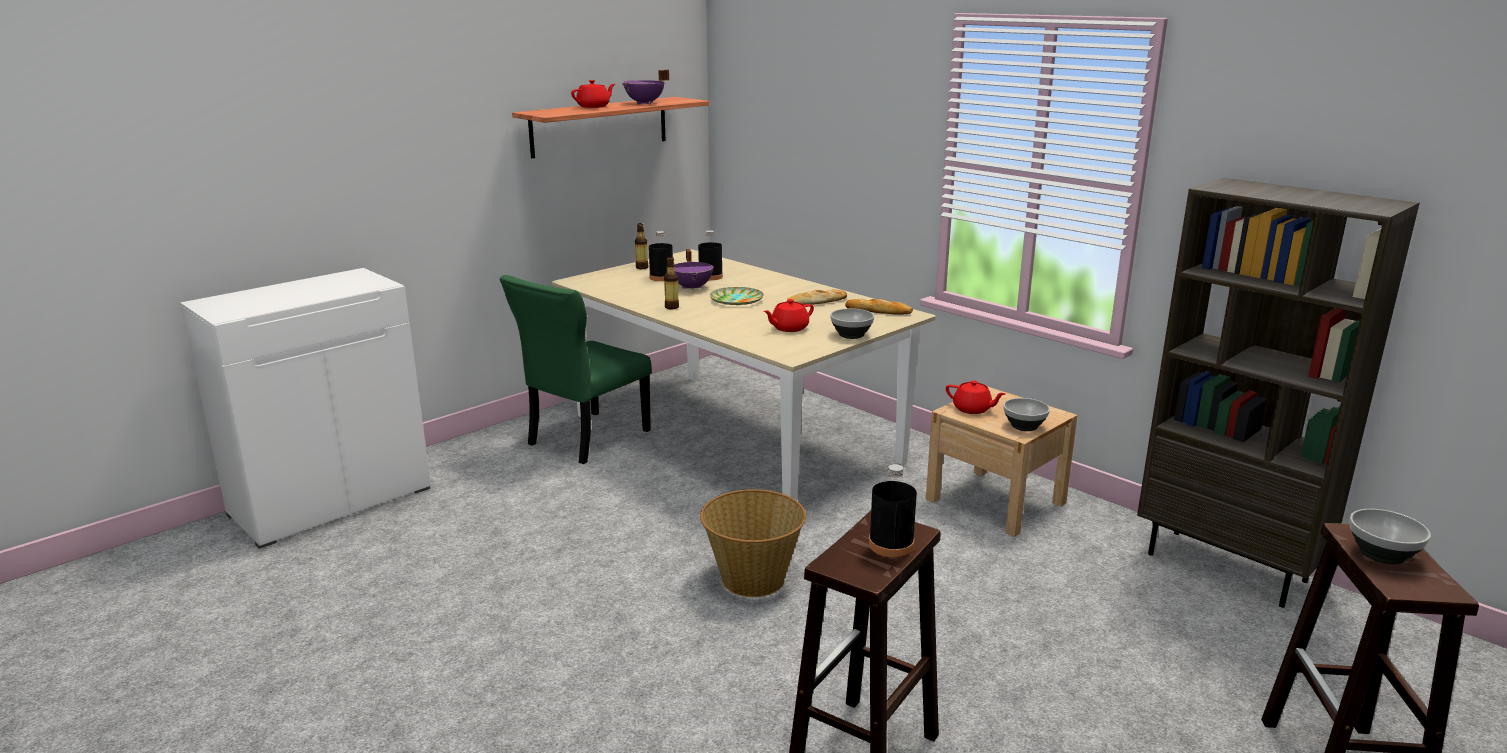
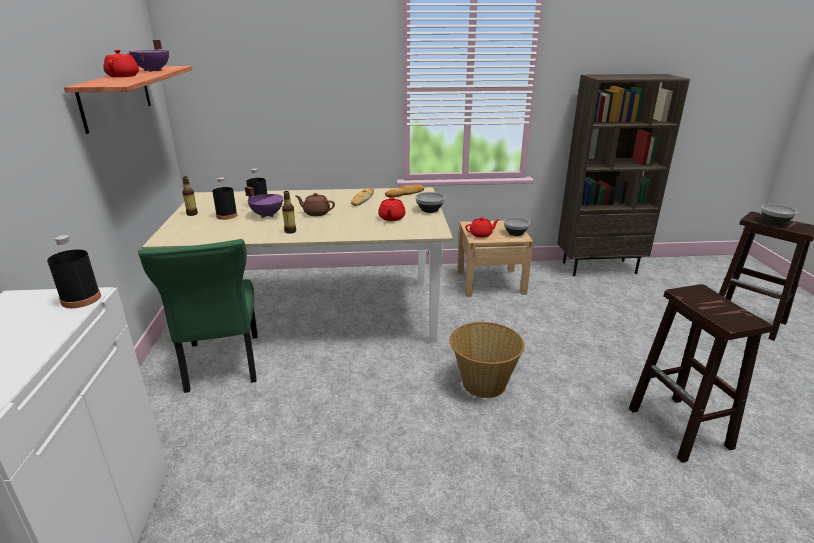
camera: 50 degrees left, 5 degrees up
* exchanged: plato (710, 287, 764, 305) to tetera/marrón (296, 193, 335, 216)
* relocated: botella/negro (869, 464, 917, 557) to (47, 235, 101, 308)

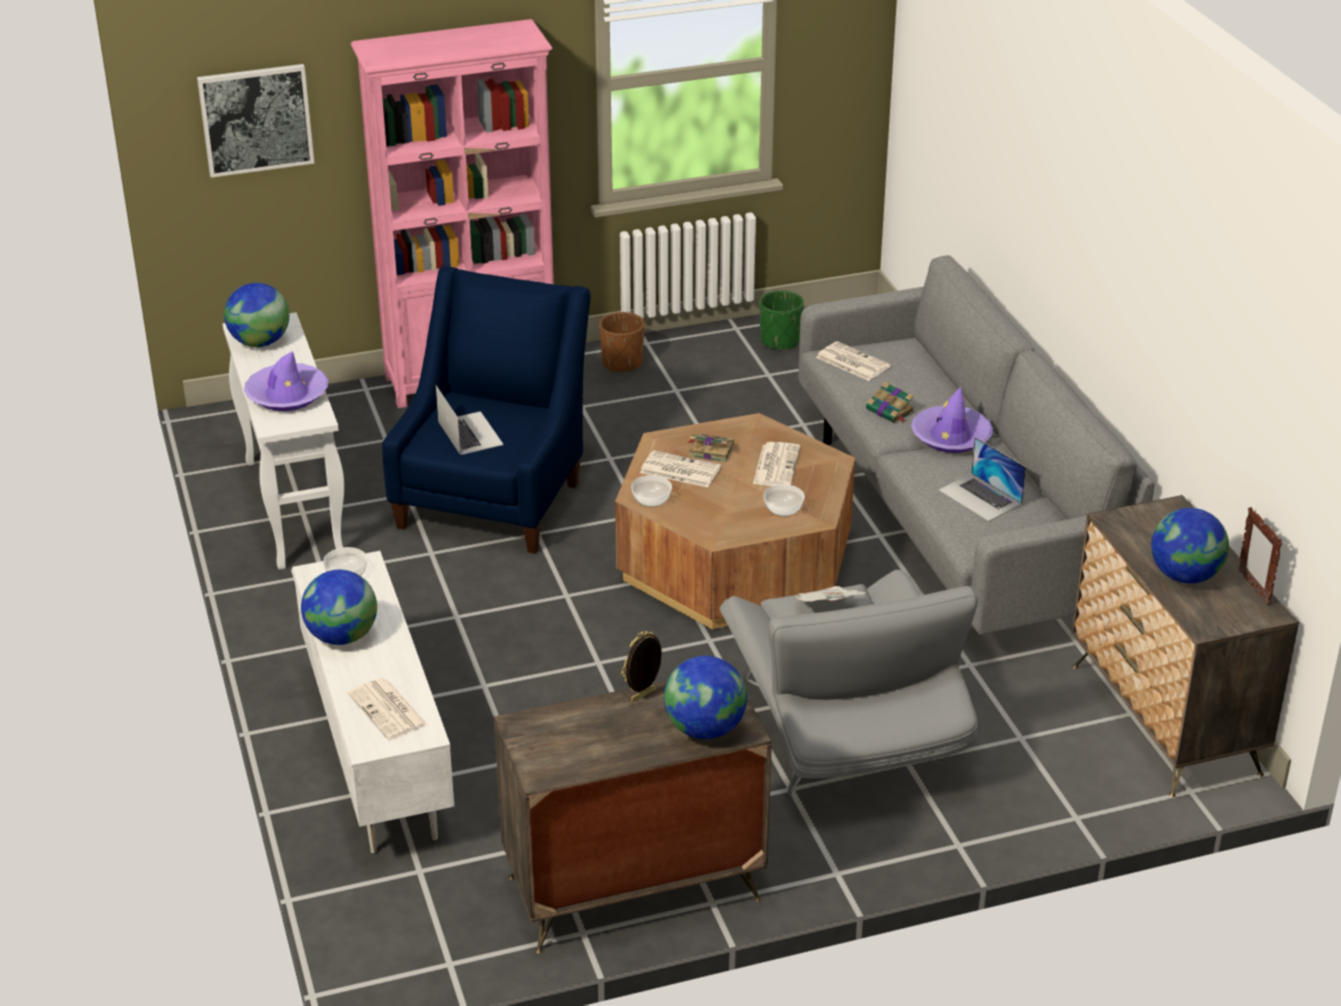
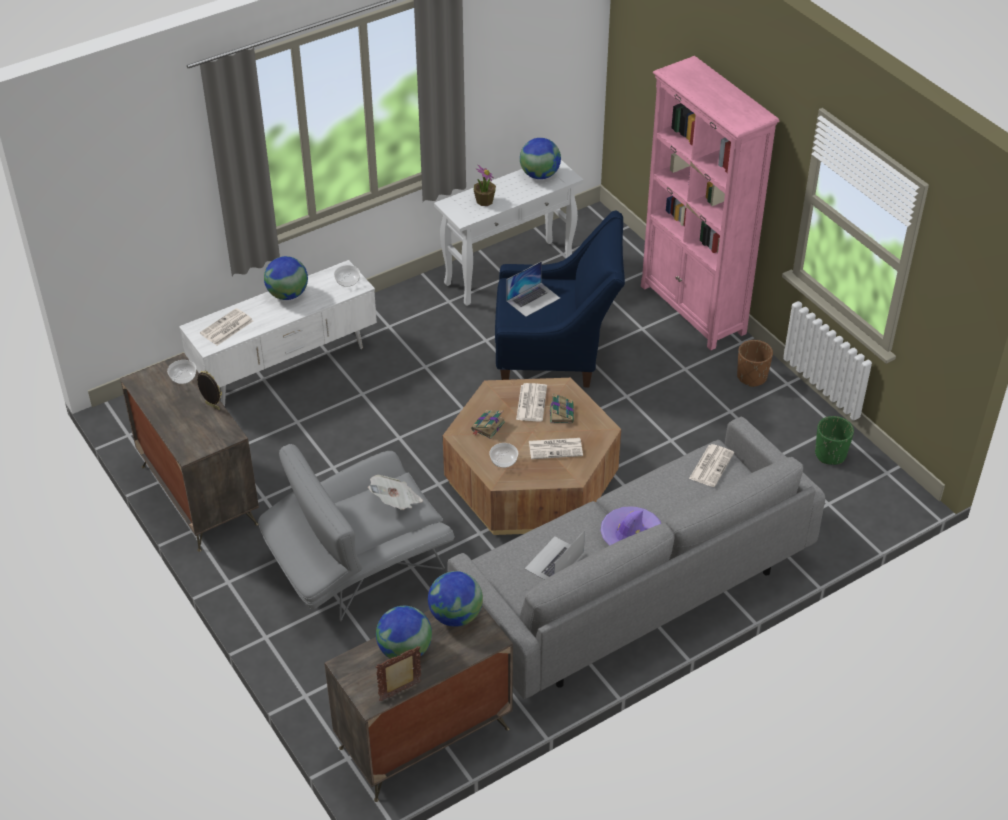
camera: 75 degrees right, 10 degrees up
* missing: cuadro (197, 64, 314, 178)
* exchanged: sombrero/morado (244, 351, 328, 411) to planta en maceta (474, 165, 496, 206)
* relocated: cuenco (631, 475, 672, 507) to (167, 360, 196, 384)
* relocated: globo terráqueo (664, 656, 747, 739) to (428, 571, 483, 627)
* relocated: libro (866, 382, 914, 423) to (471, 410, 505, 439)

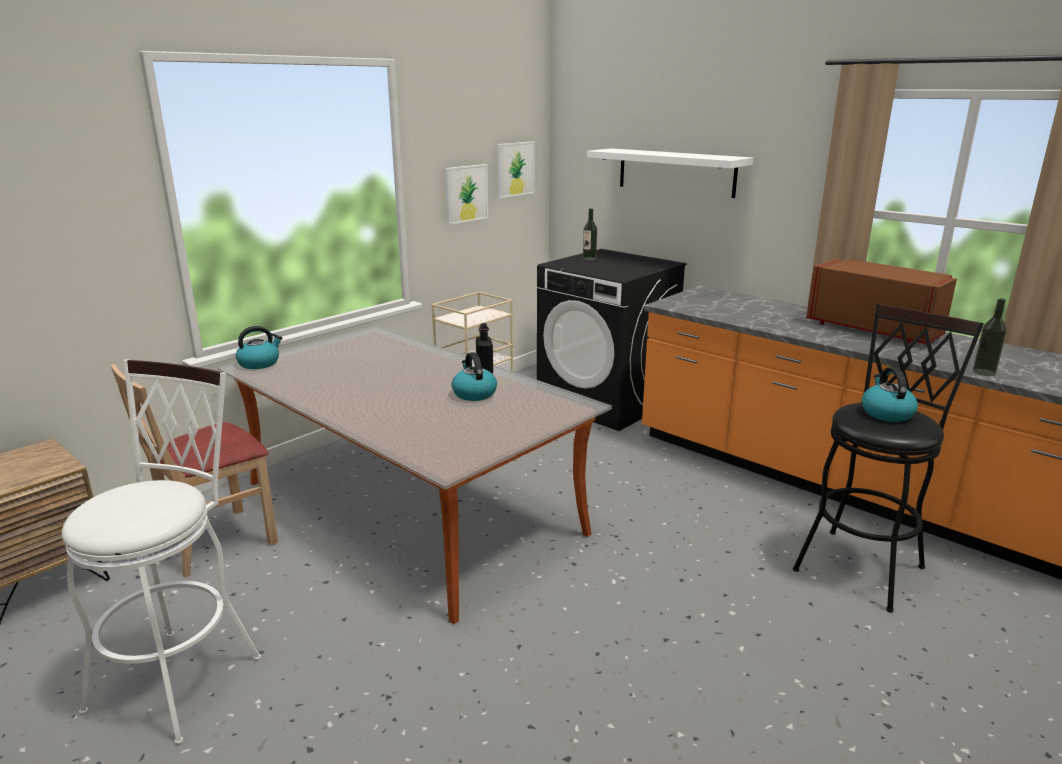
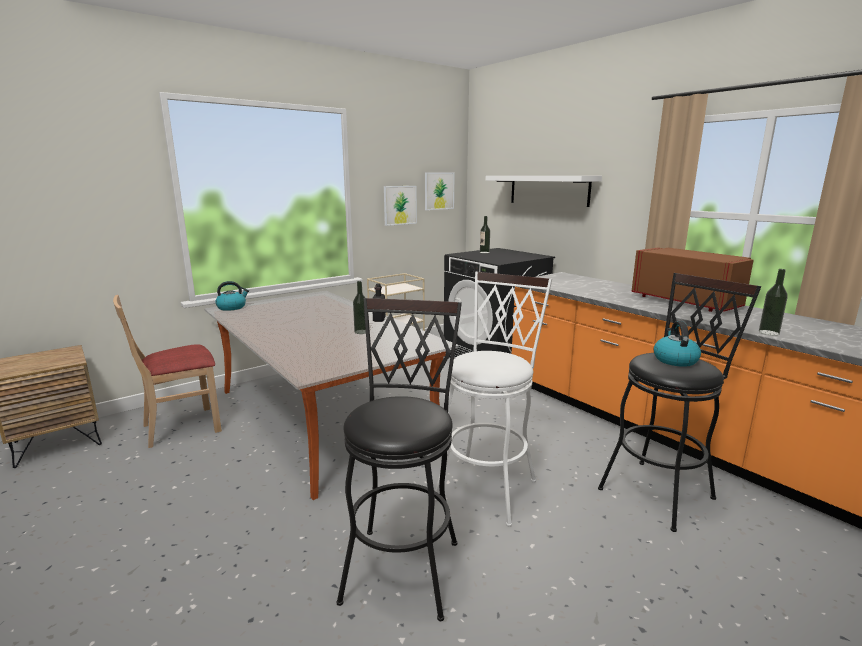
camera: 10 degrees right, 5 degrees down
* relocated: taburete/blanco (62, 360, 261, 745) to (434, 272, 552, 527)
* exchanged: hervidor (452, 352, 497, 401) to botella (353, 281, 366, 334)
* appeared: taburete/negro (337, 298, 462, 621)

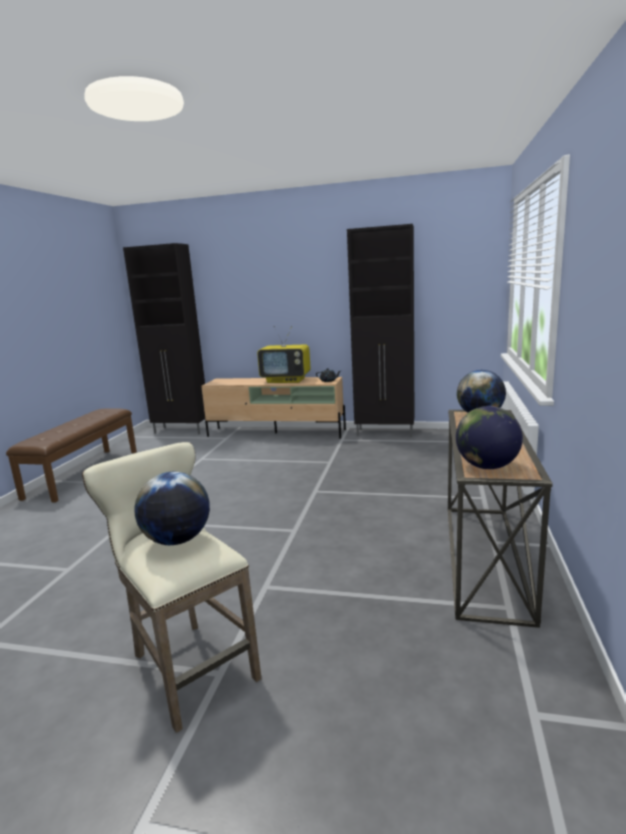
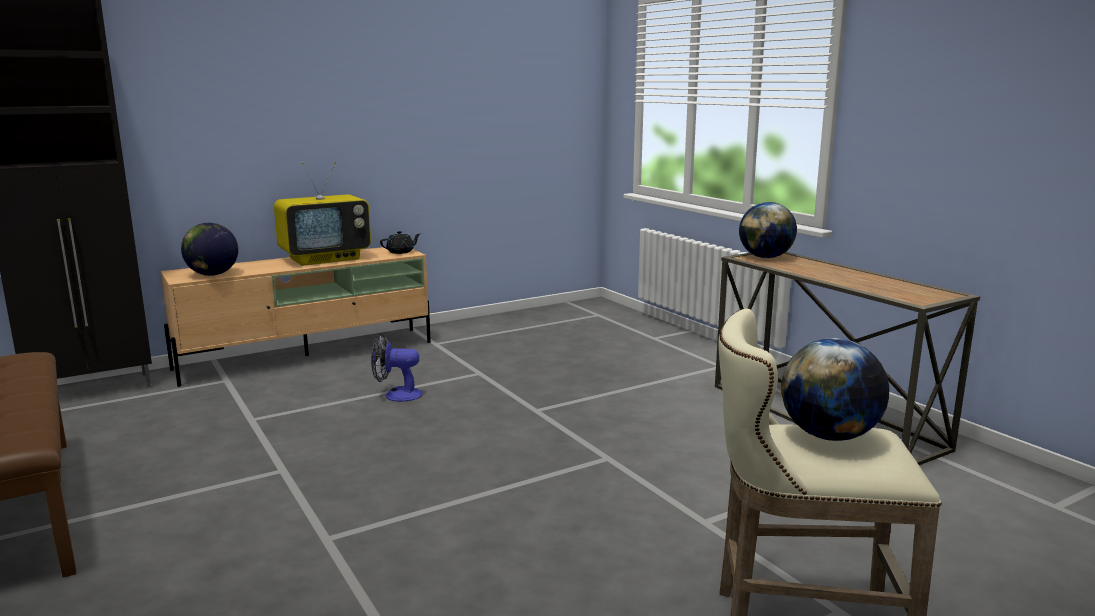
camera: 45 degrees left, 0 degrees up
* missing: armario/negro (347, 224, 414, 437)
* relocated: globo terráqueo (456, 406, 523, 469) to (181, 223, 238, 276)
* appeared: ventilador (371, 333, 423, 402)

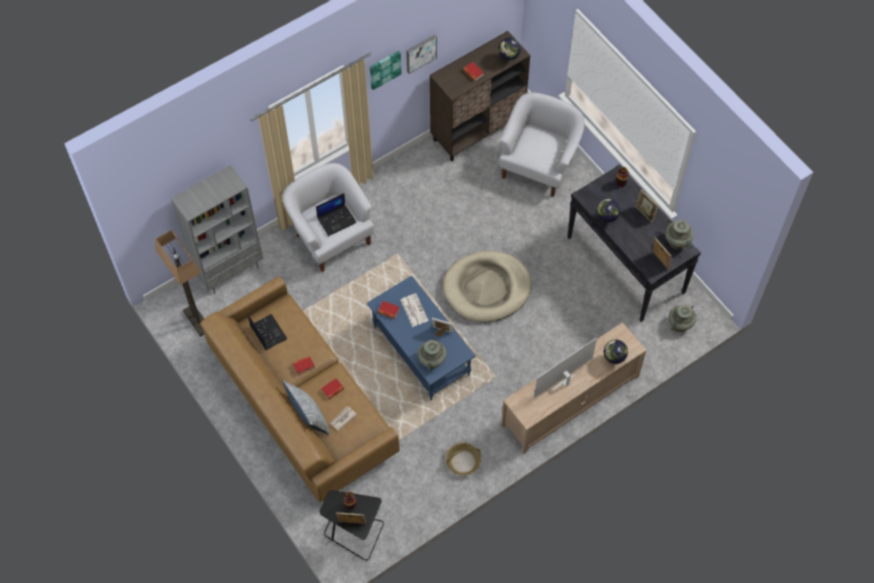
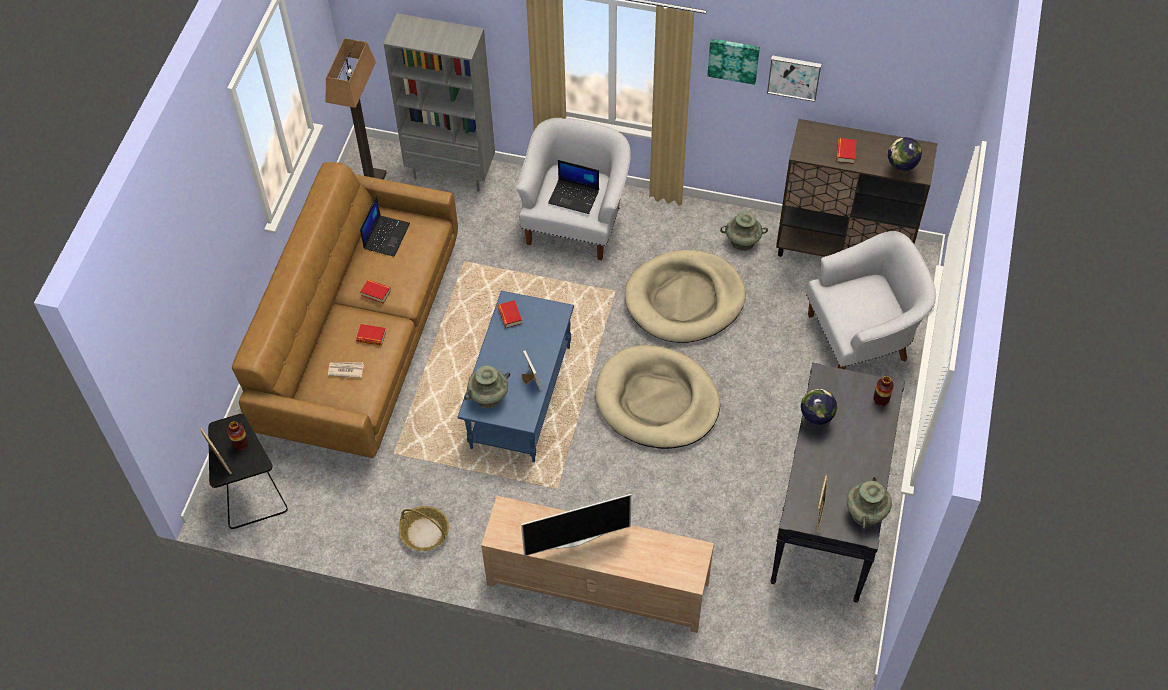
camera: 50 degrees right, 5 degrees down
* missing: cojín (283, 380, 330, 435)
* missing: periódico (401, 294, 429, 327)
* spun: televisor (534, 338, 597, 398) = (521, 494, 632, 556) 150 degrees clockwise
* missing: globo terráqueo (604, 339, 628, 365)
* missing: portarretratos (635, 189, 659, 223)
* relocated: florero/turquesa (669, 304, 696, 332) to (720, 211, 768, 251)
* appeared: cama para perro/beis (625, 250, 746, 343)

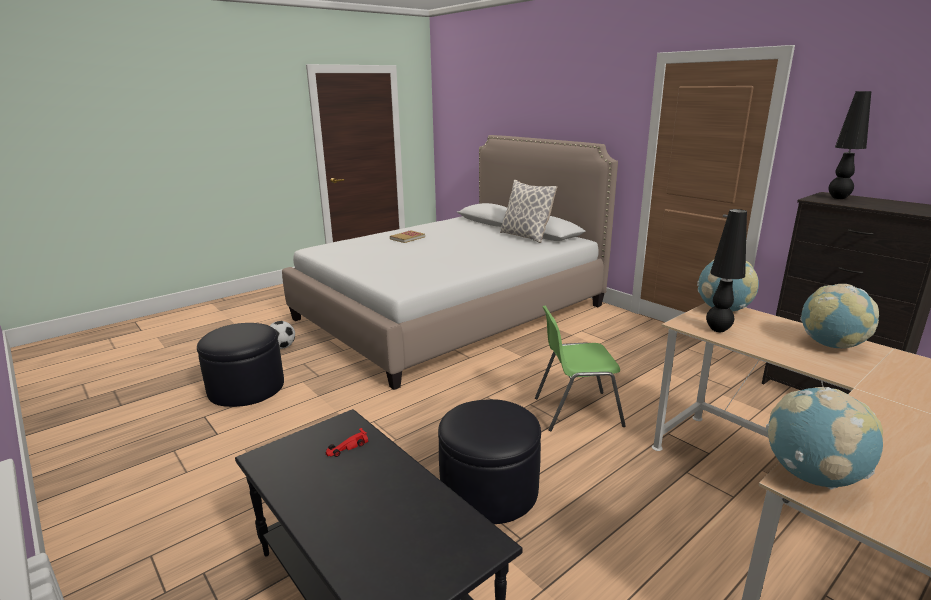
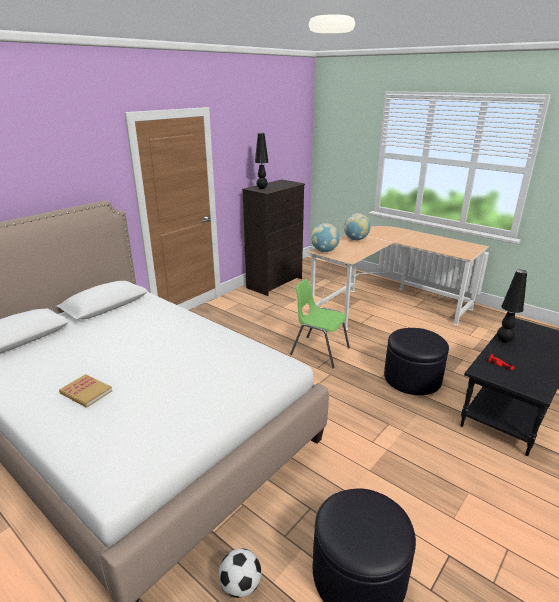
camera: 100 degrees left, 5 degrees up
* missing: cojín (500, 180, 557, 243)
* spun: silla/verde (535, 306, 626, 431) = (290, 279, 350, 368) 135 degrees clockwise
* relocated: lámpara de mesa/negro (706, 209, 747, 332) to (497, 270, 527, 343)
* missing: globo terráqueo (766, 387, 883, 489)

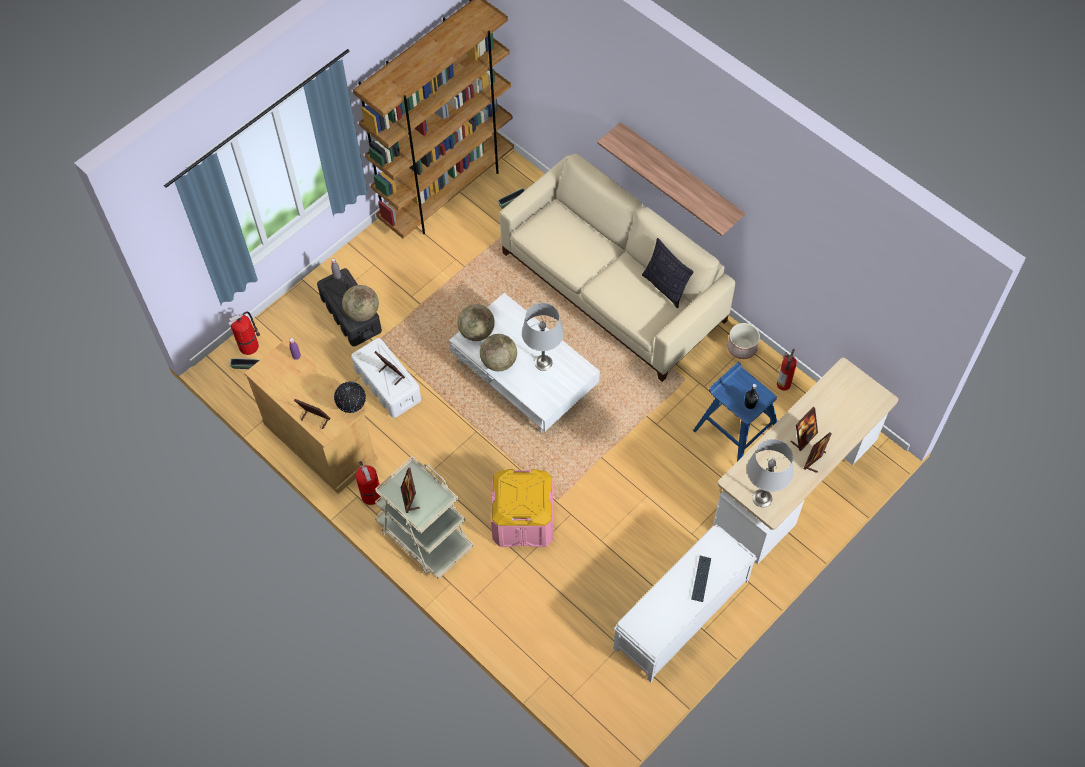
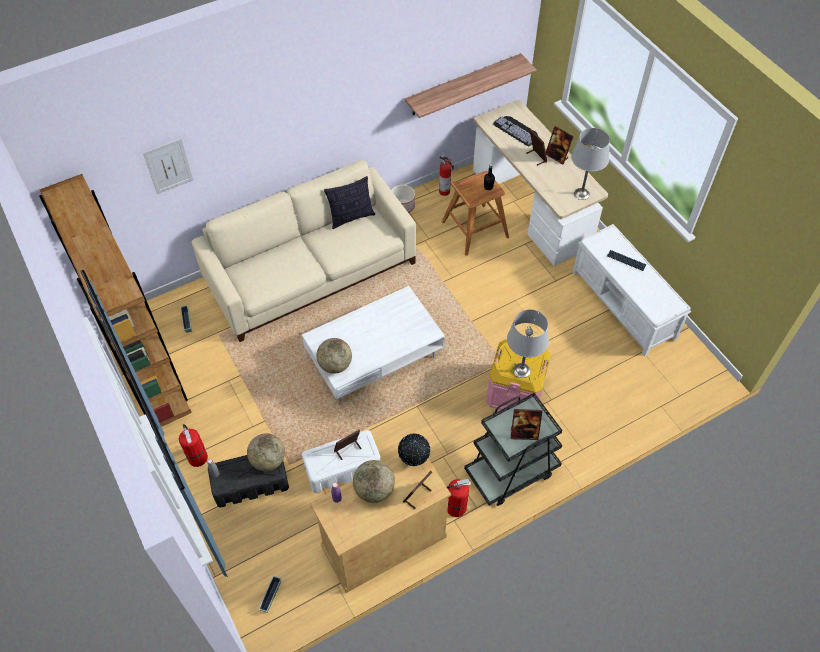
camera: 75 degrees left, 5 degrees down
* relocated: extintor (228, 311, 260, 355) to (179, 424, 208, 467)
* colour: carrito/beis (375, 456, 474, 579) to carrito/negro (464, 393, 562, 506)
* relocated: globo terráqueo (480, 334, 517, 371) to (353, 460, 395, 503)
* relocated: lámpara de mesa/gris (522, 303, 564, 371) to (507, 310, 549, 378)
* relocated: estante (597, 122, 745, 236) to (404, 53, 537, 118)
* colour: taburete/azul (693, 362, 777, 461) to taburete/marrón (442, 171, 509, 256)
* appeared: cuadro (143, 138, 193, 194)
* appeared: teclado (493, 116, 538, 146)

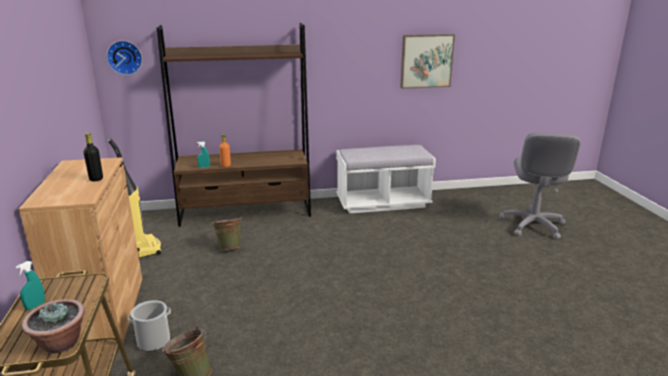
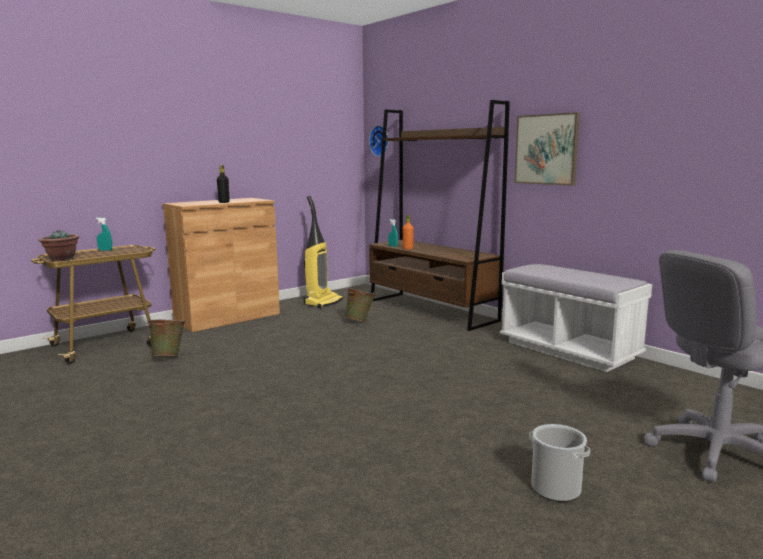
camera: 60 degrees right, 10 degrees down
* relocated: cubo (128, 300, 171, 352) to (529, 424, 590, 502)
* relocated: cuadro (400, 34, 455, 89) to (514, 112, 580, 186)

